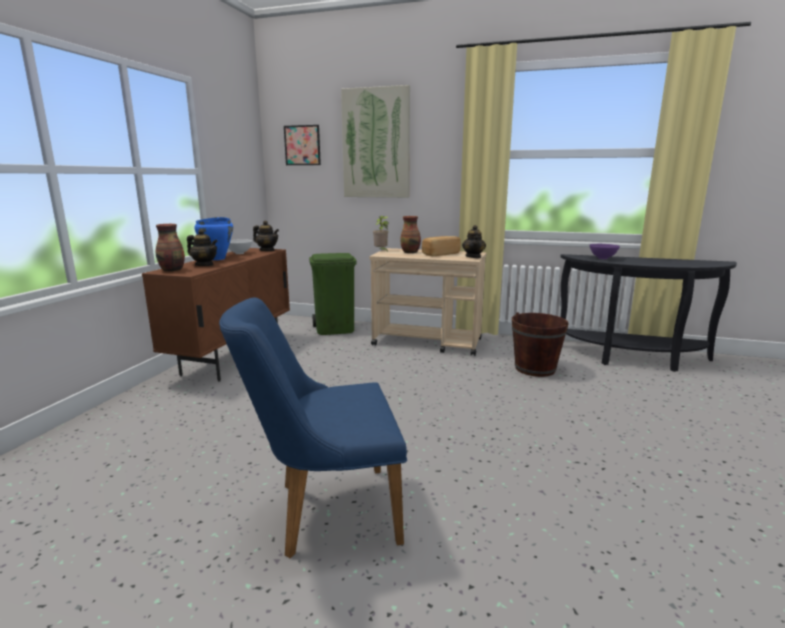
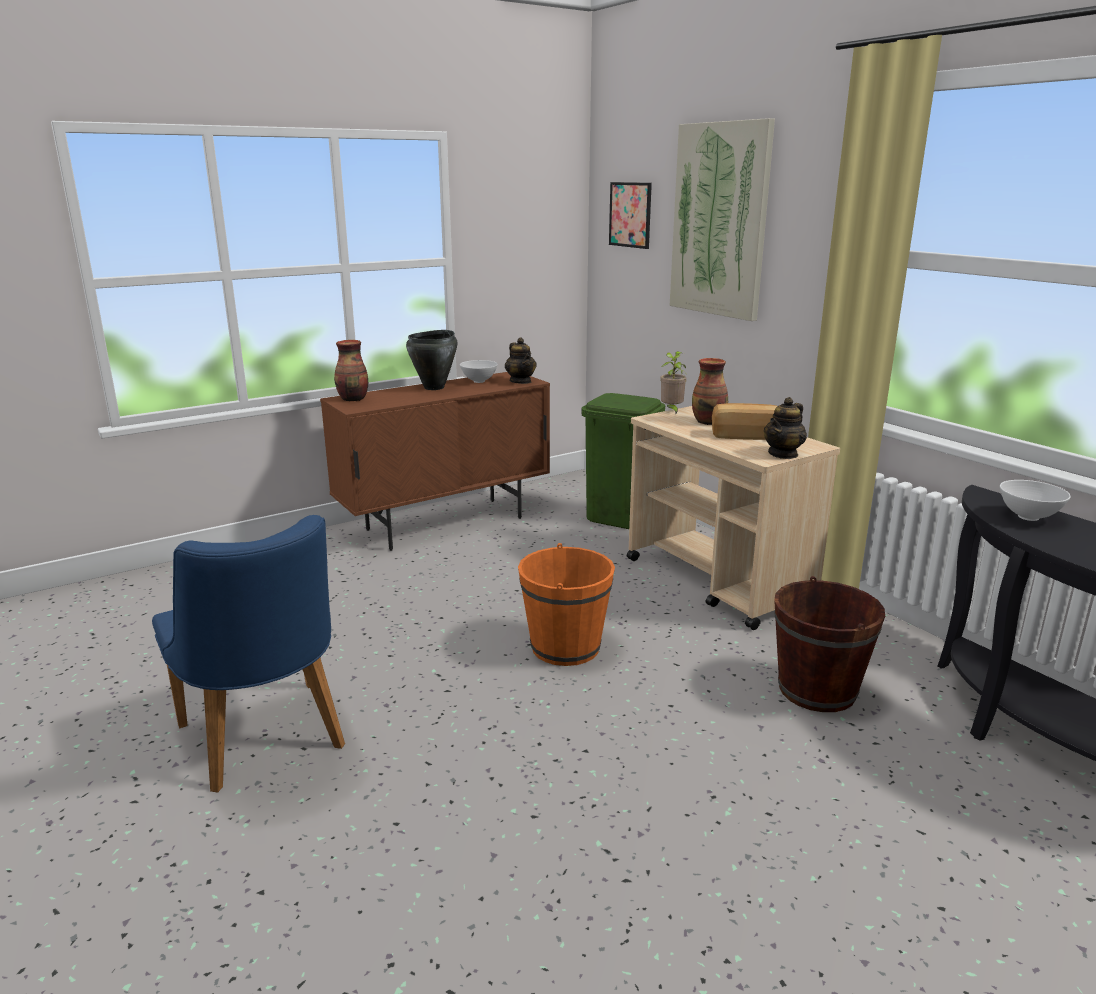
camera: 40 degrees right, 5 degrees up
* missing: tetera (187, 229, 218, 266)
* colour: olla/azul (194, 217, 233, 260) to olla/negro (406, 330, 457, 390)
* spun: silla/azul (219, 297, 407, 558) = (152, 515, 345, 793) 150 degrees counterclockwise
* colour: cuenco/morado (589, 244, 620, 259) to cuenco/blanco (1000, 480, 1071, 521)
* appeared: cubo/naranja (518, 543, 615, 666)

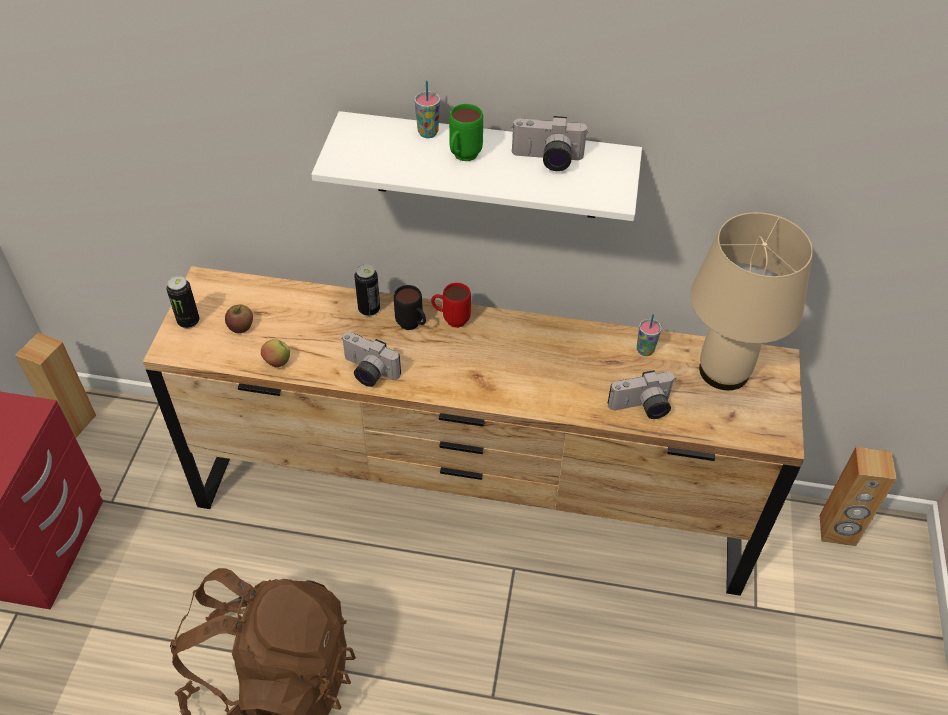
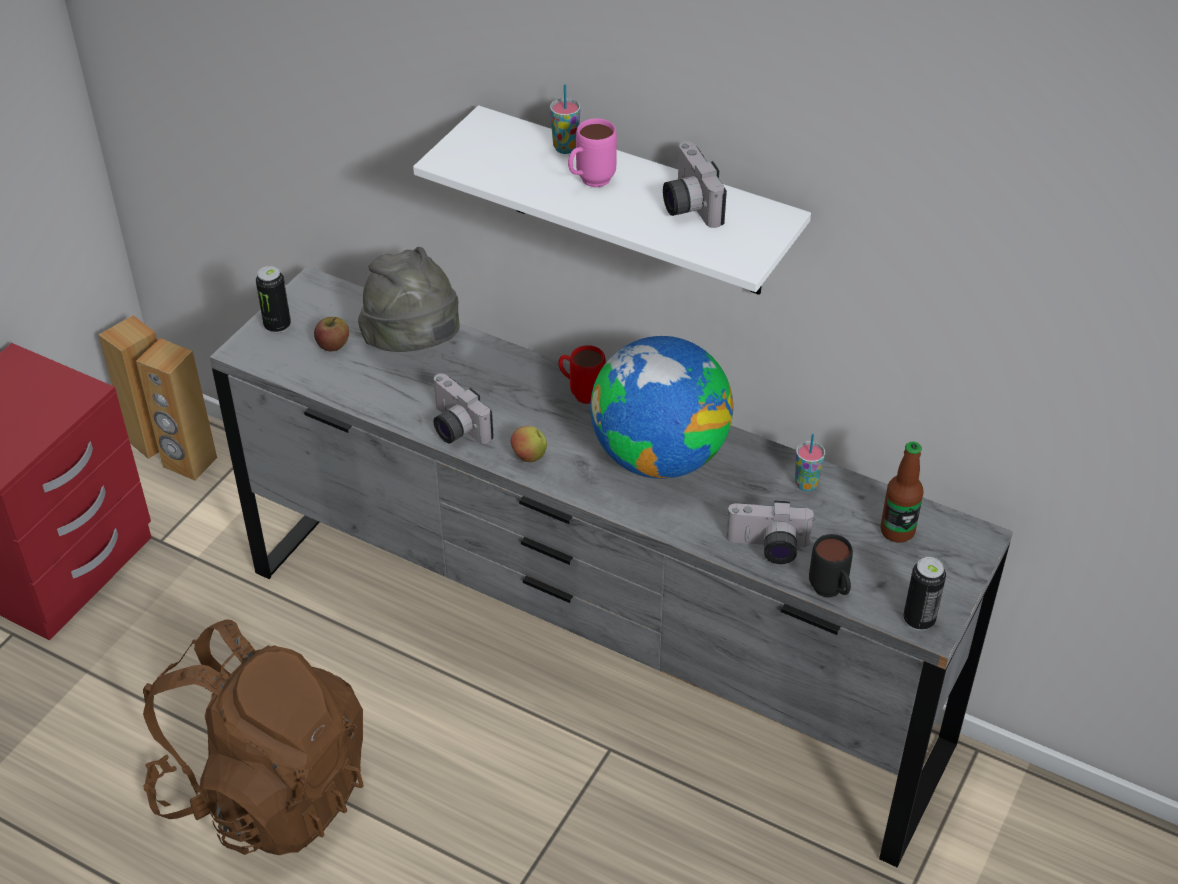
camera: 20 degrees right, 5 degrees down
* colour: cómoda/marrón (143, 266, 804, 596) to cómoda/gris (210, 266, 1013, 868)
* relocated: manzana (261, 339, 290, 368) to (510, 426, 547, 462)
* relocated: lata (354, 264, 380, 316) to (903, 557, 946, 630)
* relocated: taza grande/negro (394, 285, 426, 330) to (809, 534, 853, 598)
* colour: taza grande/verde (449, 104, 483, 161) to taza grande/rosa (568, 119, 617, 187)
* spun: cámara (512, 116, 588, 171) = (663, 141, 727, 228) 45 degrees clockwise
* exchanged: lámpara de mesa/beis (690, 212, 813, 390) to botella (880, 441, 924, 542)
* relocated: altavoz/marrón (820, 447, 897, 546) to (136, 338, 217, 481)
* appeared: sombrero/gris (358, 247, 460, 352)
* appeared: globo terráqueo (590, 336, 733, 479)

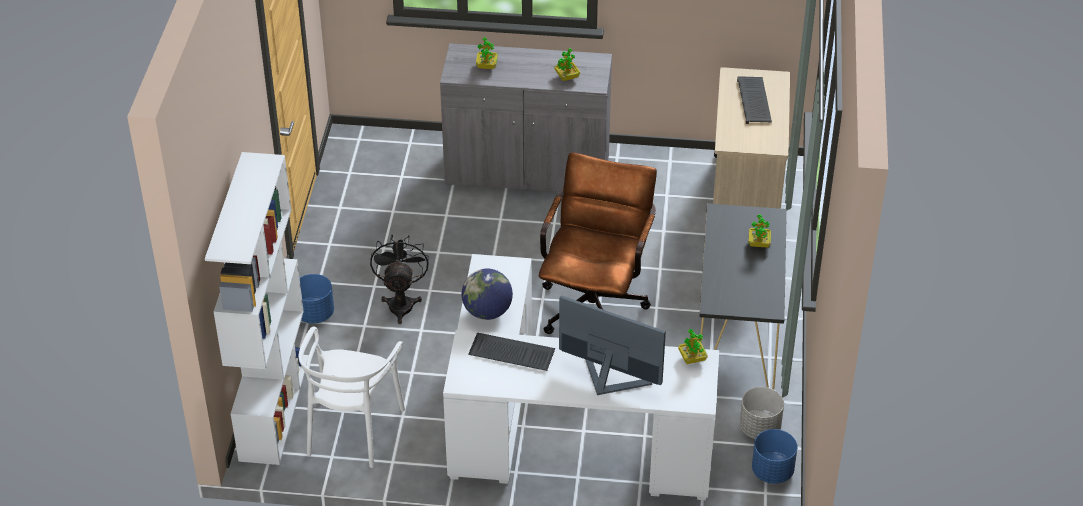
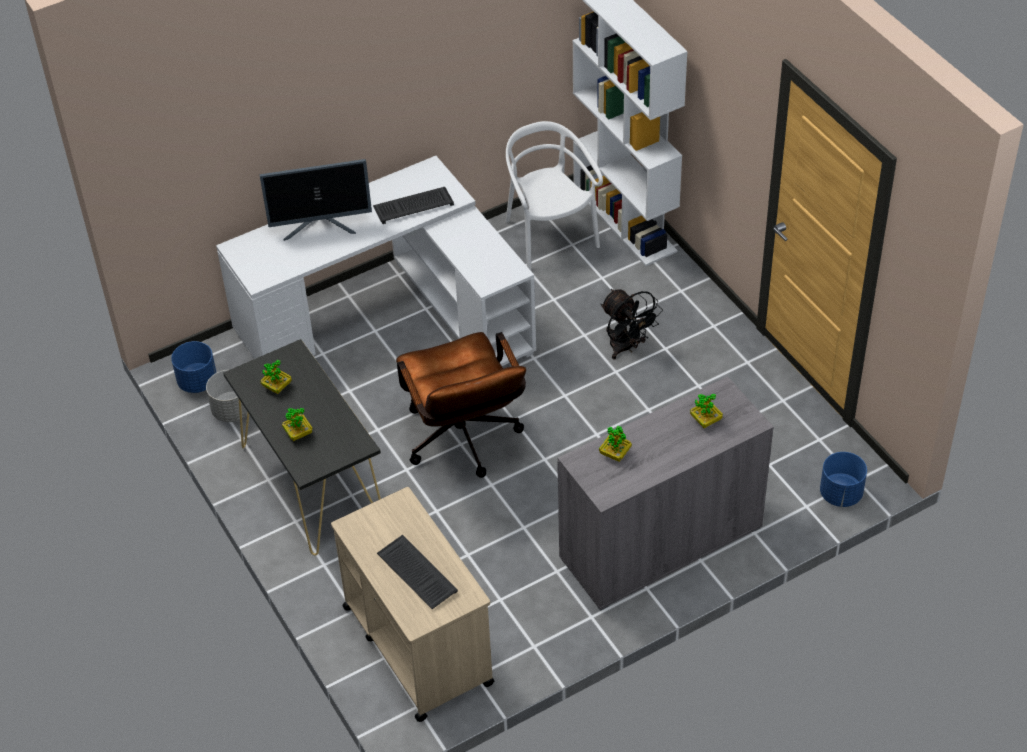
camera: 145 degrees right, 5 degrees up
* relocated: maceta/azul (300, 274, 334, 324) to (820, 452, 867, 507)
* missing: globo terráqueo (461, 268, 513, 320)
* relocated: planta en maceta (678, 329, 708, 364) to (260, 360, 292, 394)

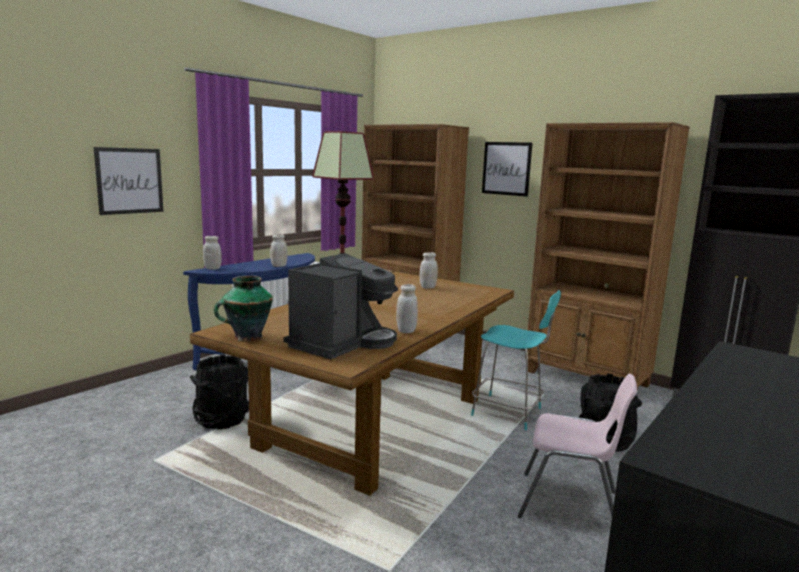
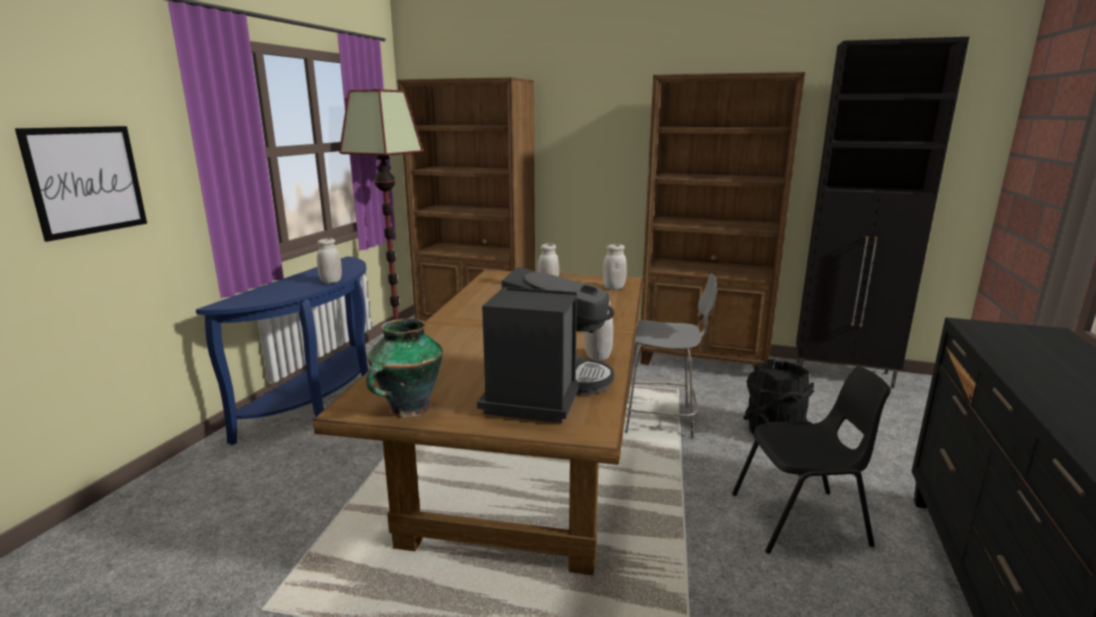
camera: 20 degrees left, 5 degrees up
* missing: cubo/negro (190, 354, 249, 429)
* relocated: tarro/blanco (203, 236, 222, 270) to (603, 244, 627, 290)
* colour: taburete/turquesa (471, 290, 561, 430) to taburete/gris (625, 274, 717, 438)
* missing: cuadro (482, 142, 533, 197)
* colour: silla/rosa (518, 374, 637, 518) to silla/negro (732, 366, 891, 554)

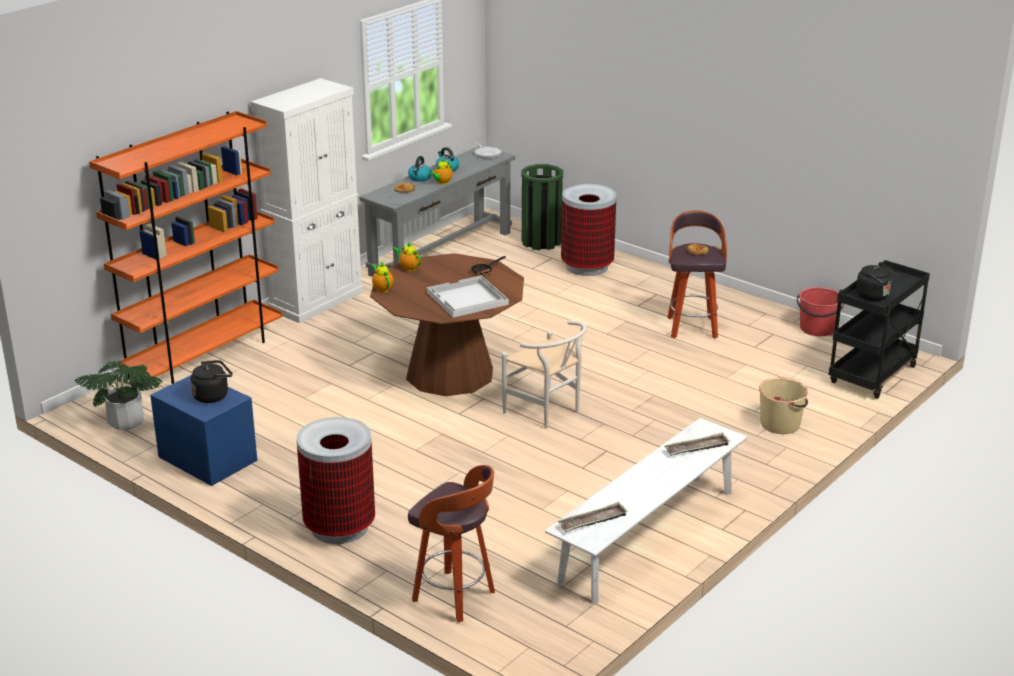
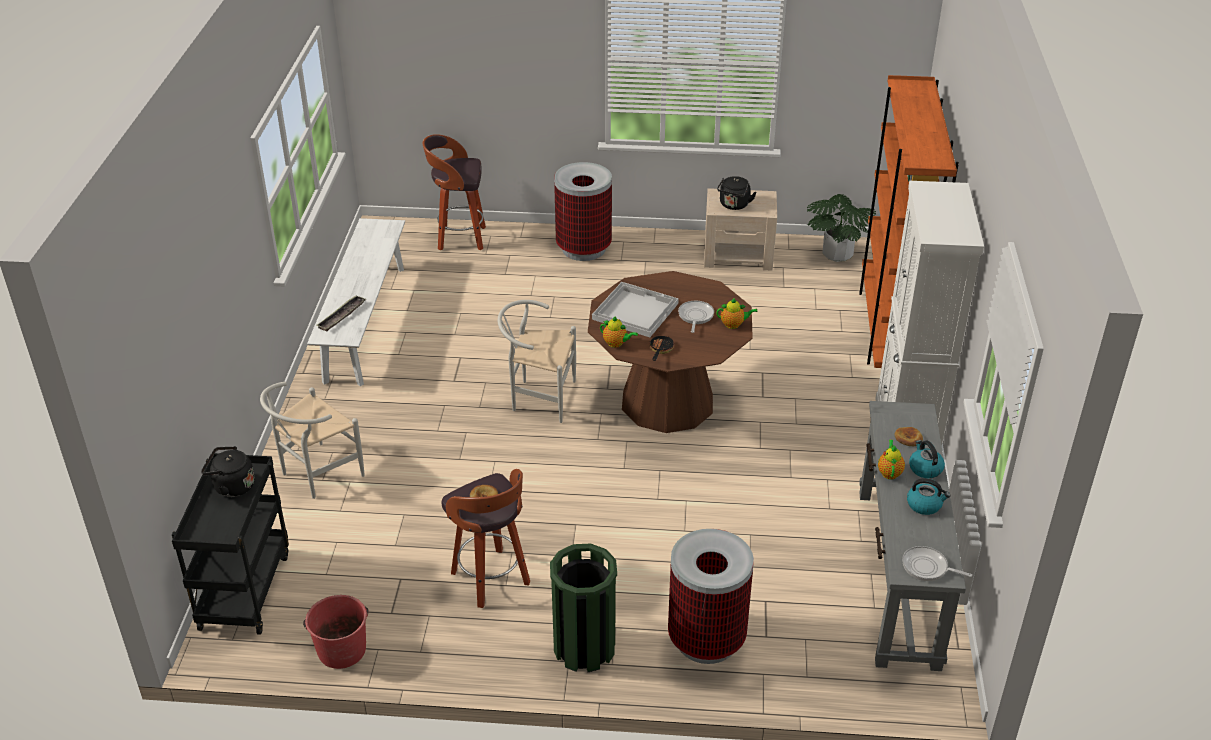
camera: 145 degrees right, 10 degrees up
* colour: mesita de noche/azul (150, 375, 257, 486) to mesita de noche/beis (704, 188, 777, 270)
* relocated: tetera (372, 262, 393, 292) to (600, 316, 638, 348)
* relocated: papelera/verde (521, 164, 563, 250) to (550, 544, 617, 672)
* missing: bandeja (557, 502, 628, 532)
* exchanged: cubo/beis (759, 377, 808, 434) to silla/blanco (260, 382, 365, 499)
* appeared: sartén (678, 301, 714, 333)

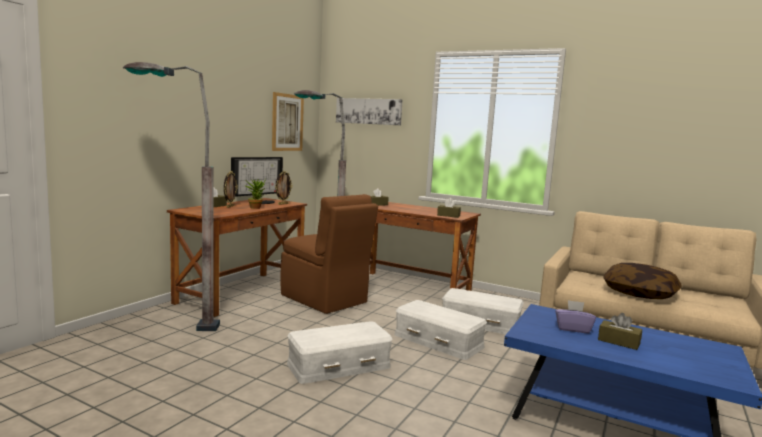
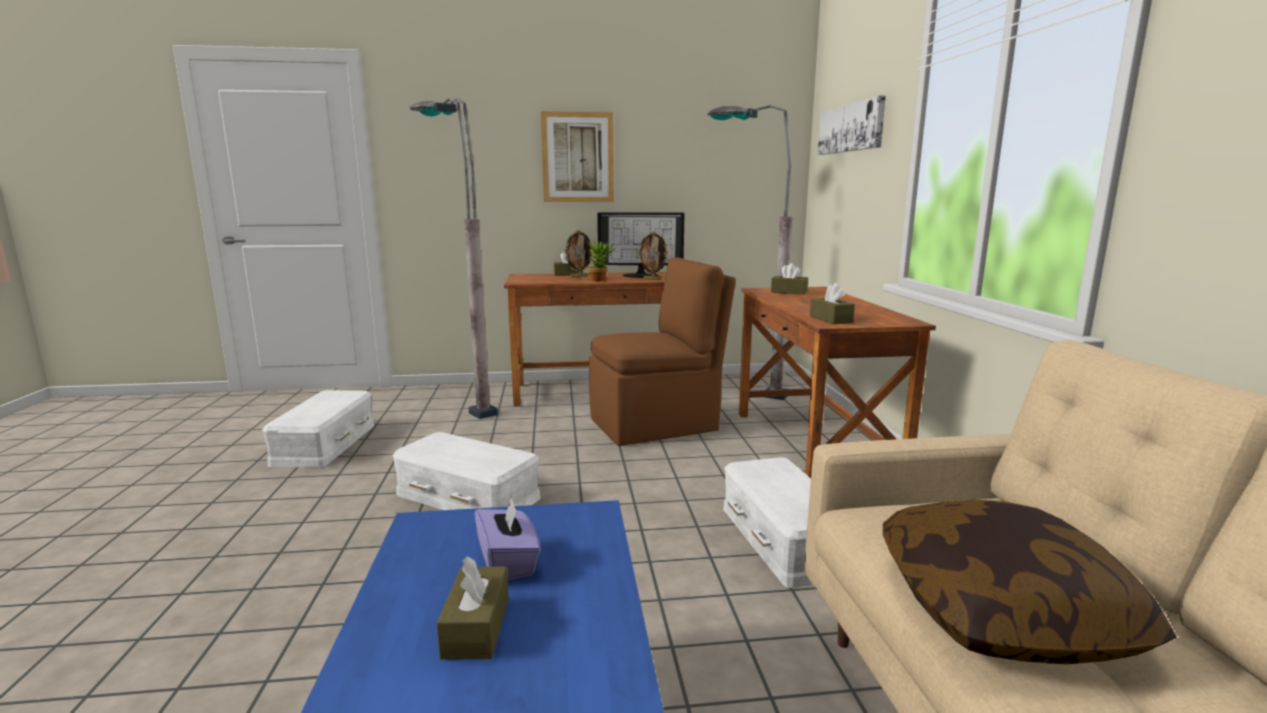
camera: 55 degrees right, 5 degrees up
* relocated: cuadro (272, 92, 304, 151) to (541, 111, 614, 202)
* spun: silla/marrón (280, 194, 378, 314) = (589, 257, 736, 446) 120 degrees counterclockwise
* relocated: caja de almacenaje/blanco (394, 300, 487, 360) to (262, 390, 374, 468)

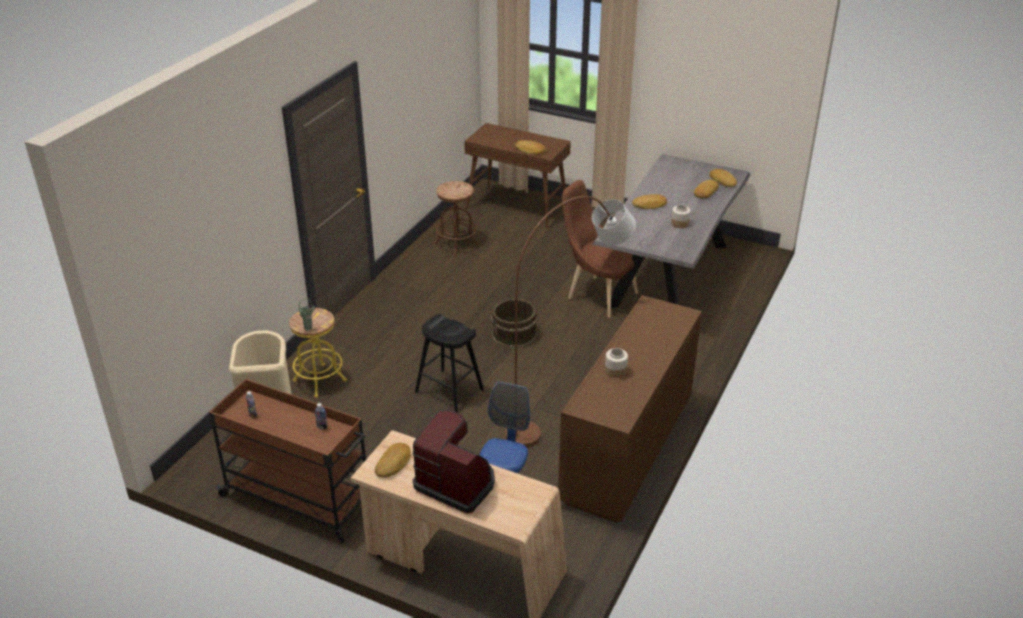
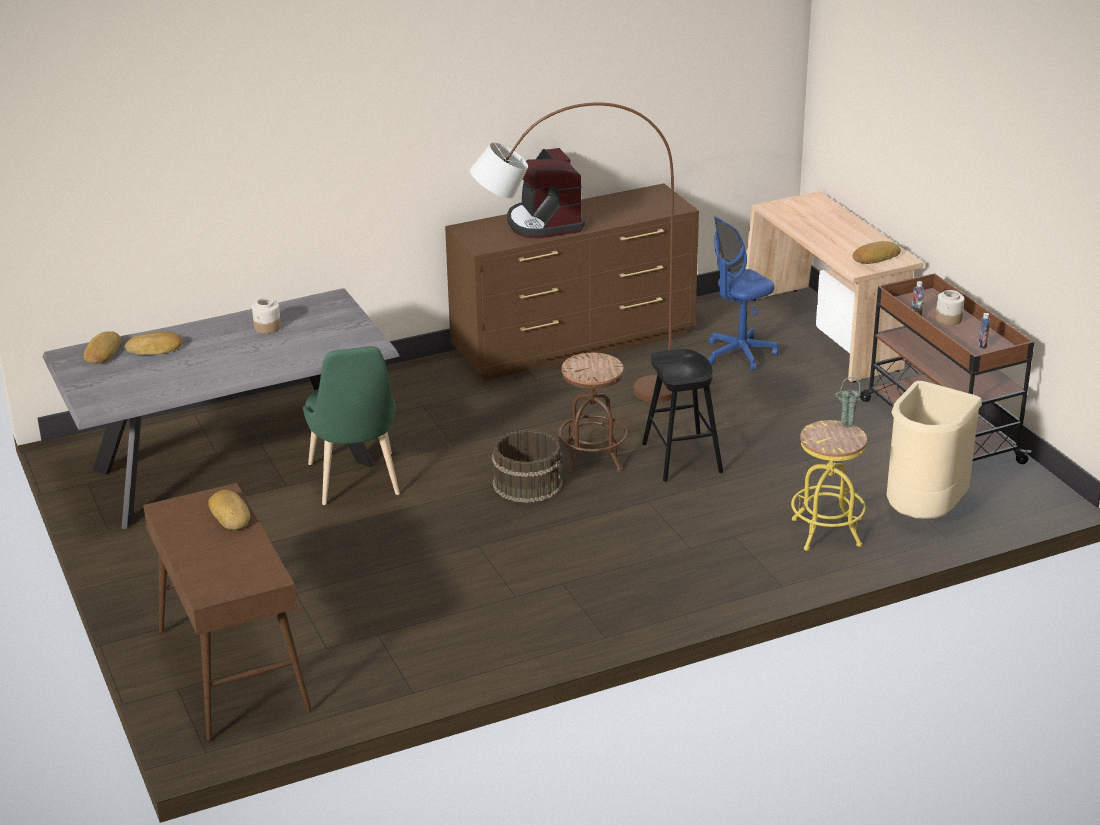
camera: 140 degrees left, 5 degrees down
* relocated: cafetera (412, 410, 495, 514) to (507, 148, 585, 238)
* relocated: taburete/marrón (435, 181, 479, 256) to (558, 353, 627, 474)
* colour: silla/marrón (562, 180, 638, 318) to silla/verde (303, 346, 400, 505)
* relocated: tarro (605, 348, 628, 378) to (935, 290, 964, 325)
* missing: pan (632, 194, 667, 209)

